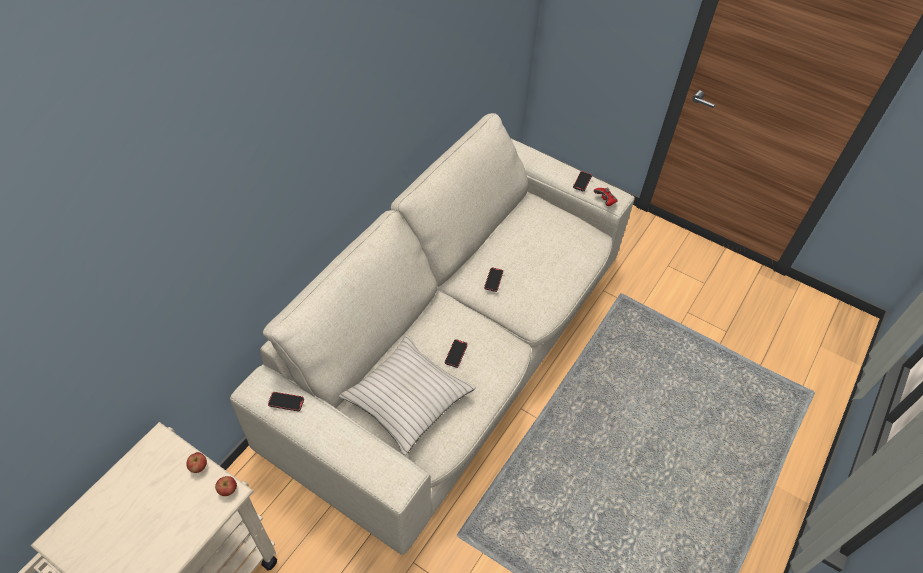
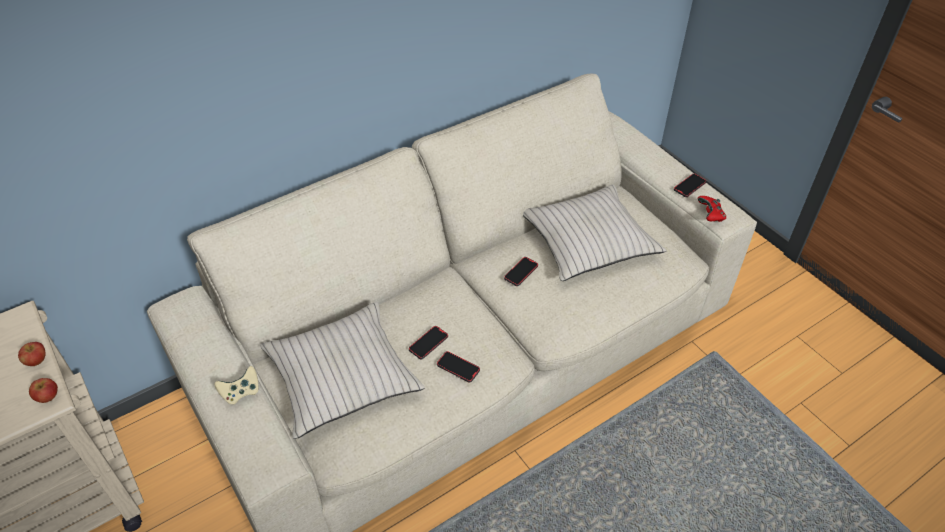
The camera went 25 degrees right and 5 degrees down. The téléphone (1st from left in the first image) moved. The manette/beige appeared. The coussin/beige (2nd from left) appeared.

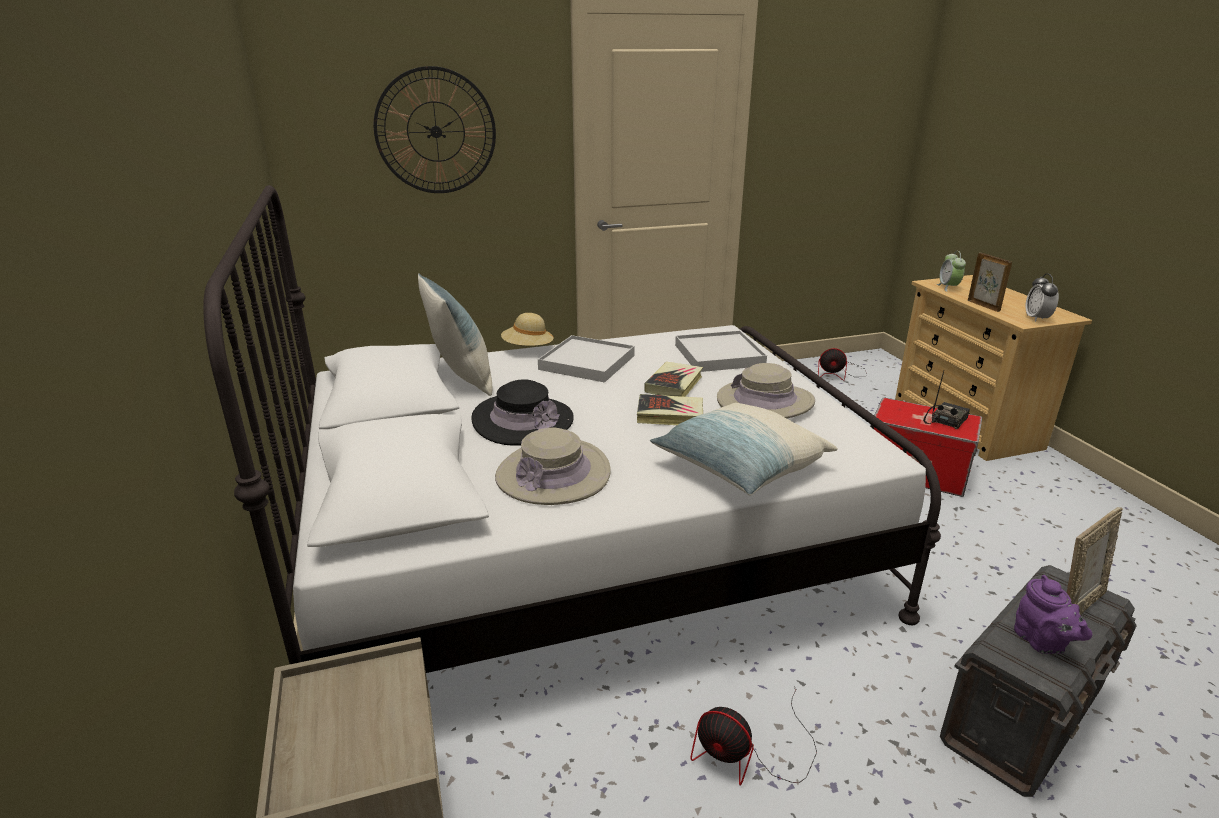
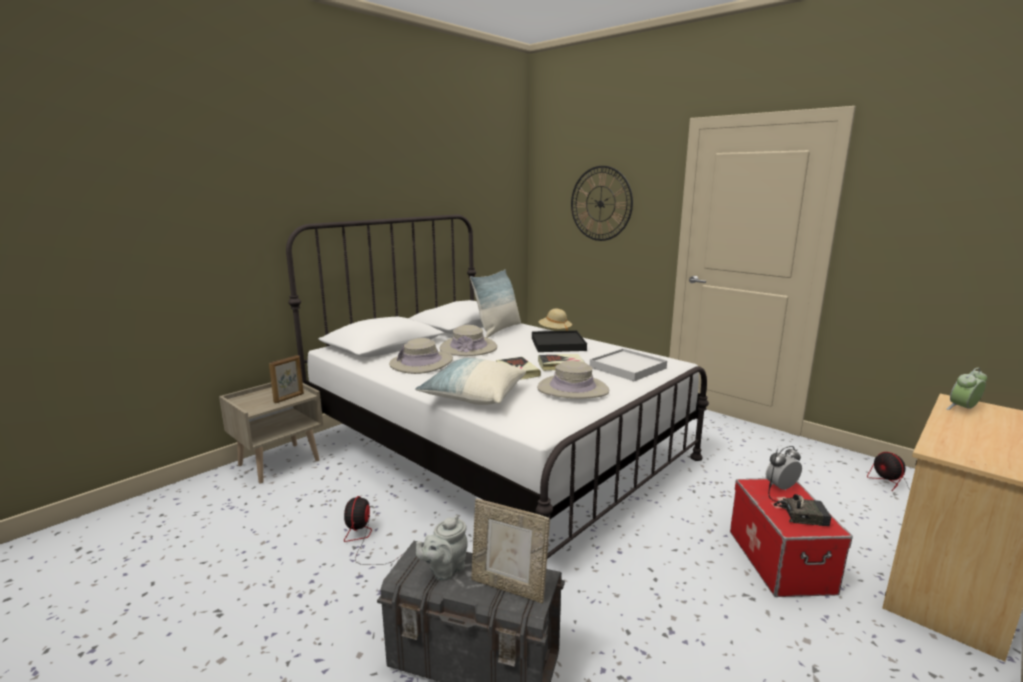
The camera went 60 degrees right and 10 degrees down. The chapeau/noir became the chapeau/beige (2nd from left). The plateau/blanc (1st from left) became the plateau/noir. The cadre photo (1st from left) moved. The théière/violet became the théière/gris. The réveil (2nd from left in the first image) moved.

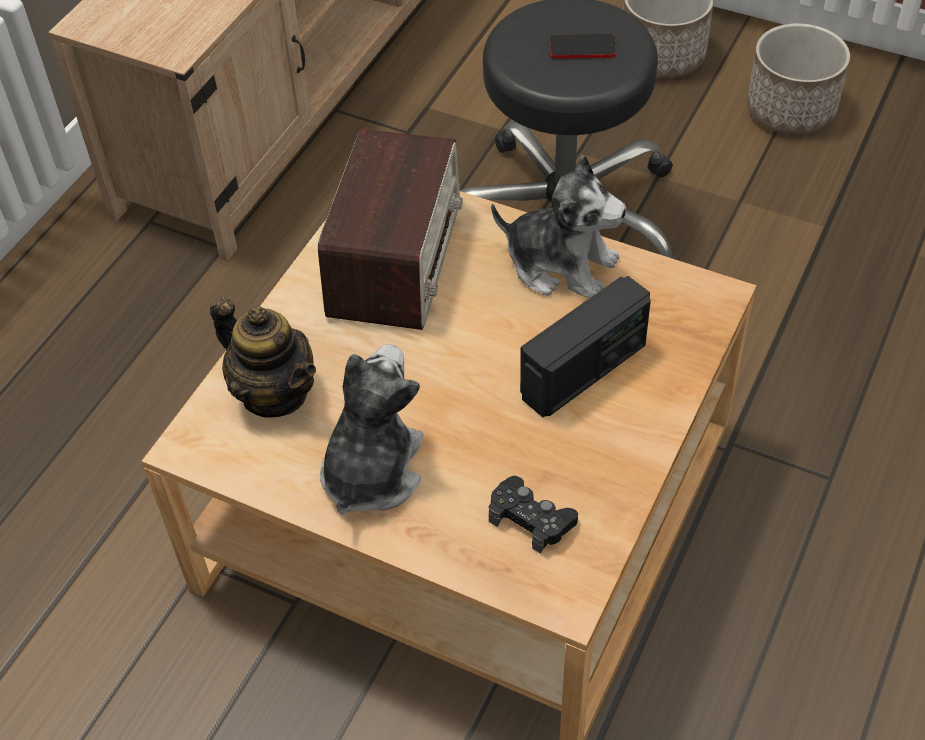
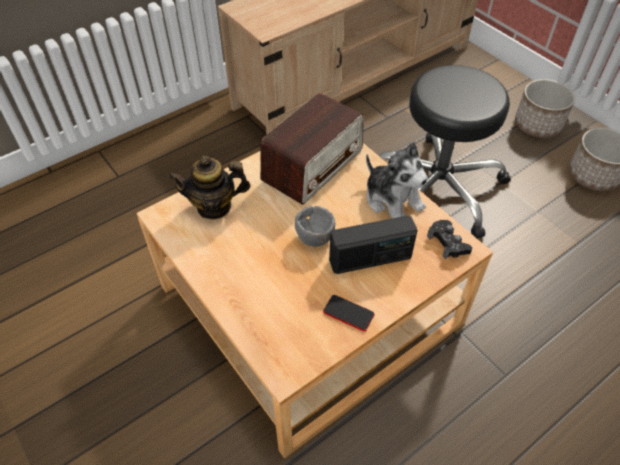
The camera went 25 degrees right and 0 degrees up. The théière turned 105 degrees clockwise. The peluche (1st from left) disappeared. The manette/noir moved. The téléphone moved. The bol/gris appeared.

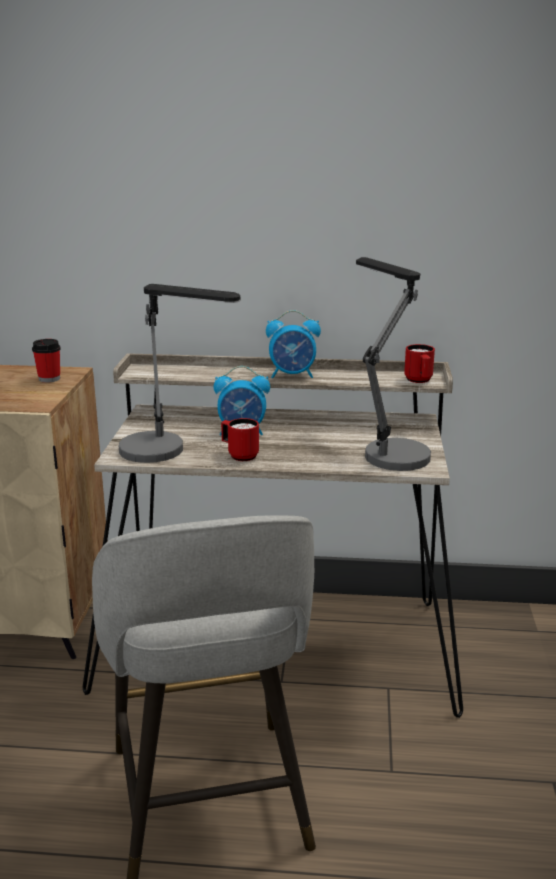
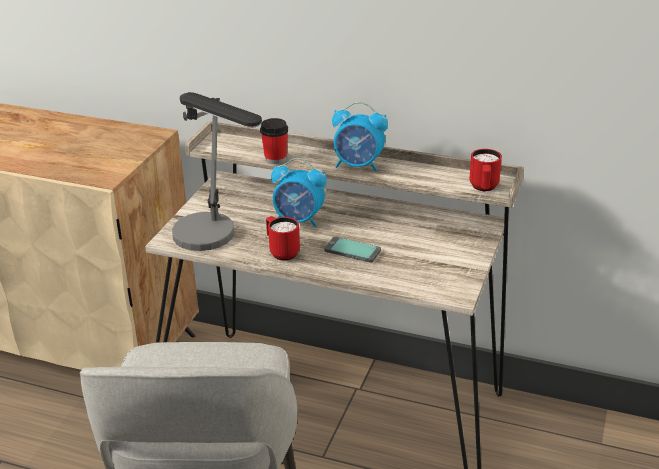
The camera went 15 degrees right and 10 degrees up. The tasse moved. The lampe de table (2nd from left) disappeared. The téléphone appeared.

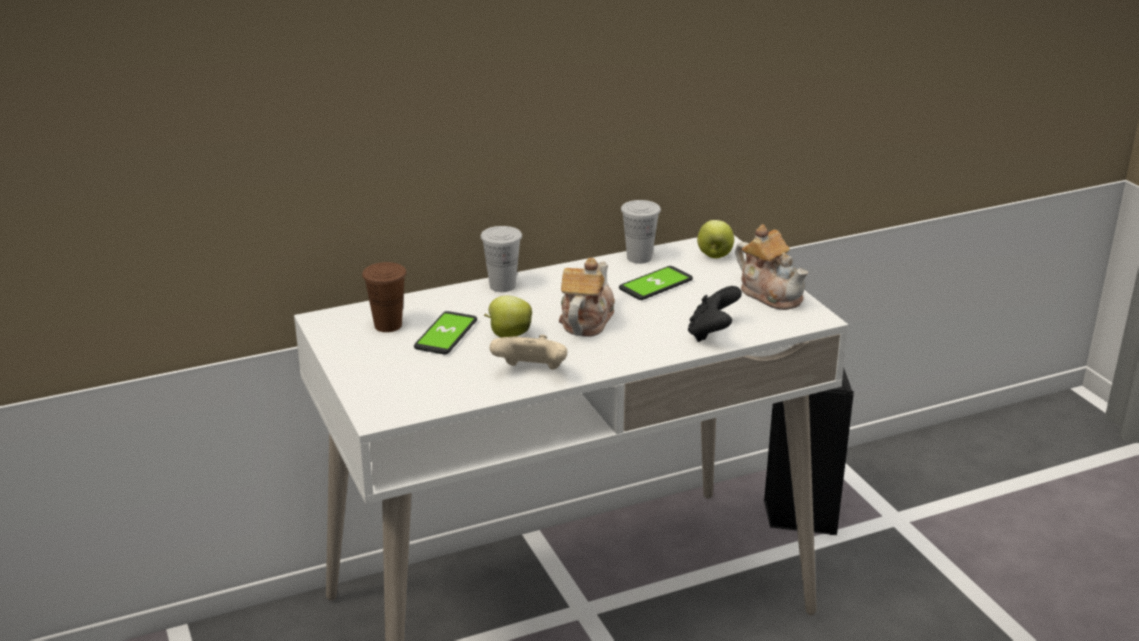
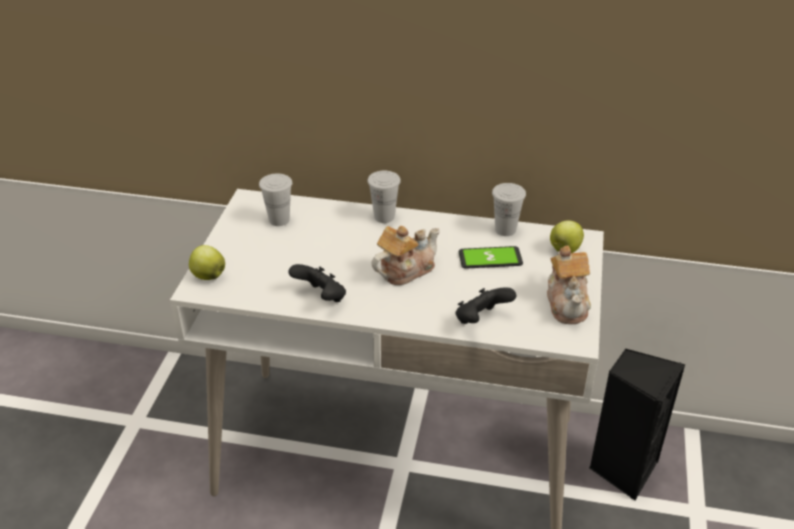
The camera went 35 degrees right and 10 degrees up. The tasse/marron became the tasse/blanc (1st from left). The téléphone (1st from left) disappeared. The pomme (1st from left) moved. The manette/beige became the manette/noir (1st from left).

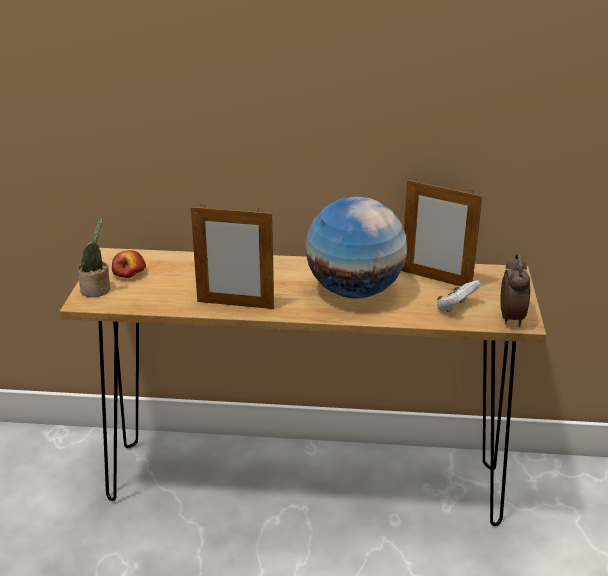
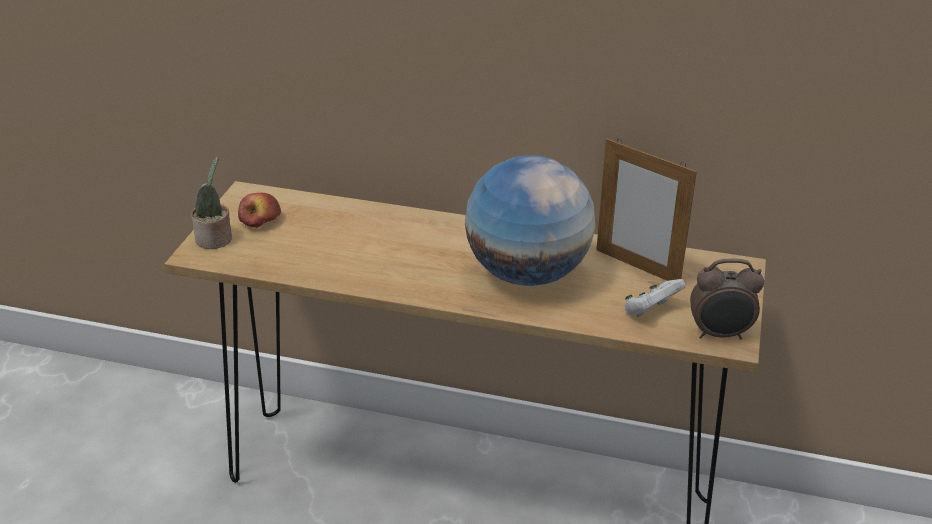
The camera went 10 degrees right and 5 degrees up. The cadre photo (1st from left) disappeared. The réveil turned 75 degrees clockwise.

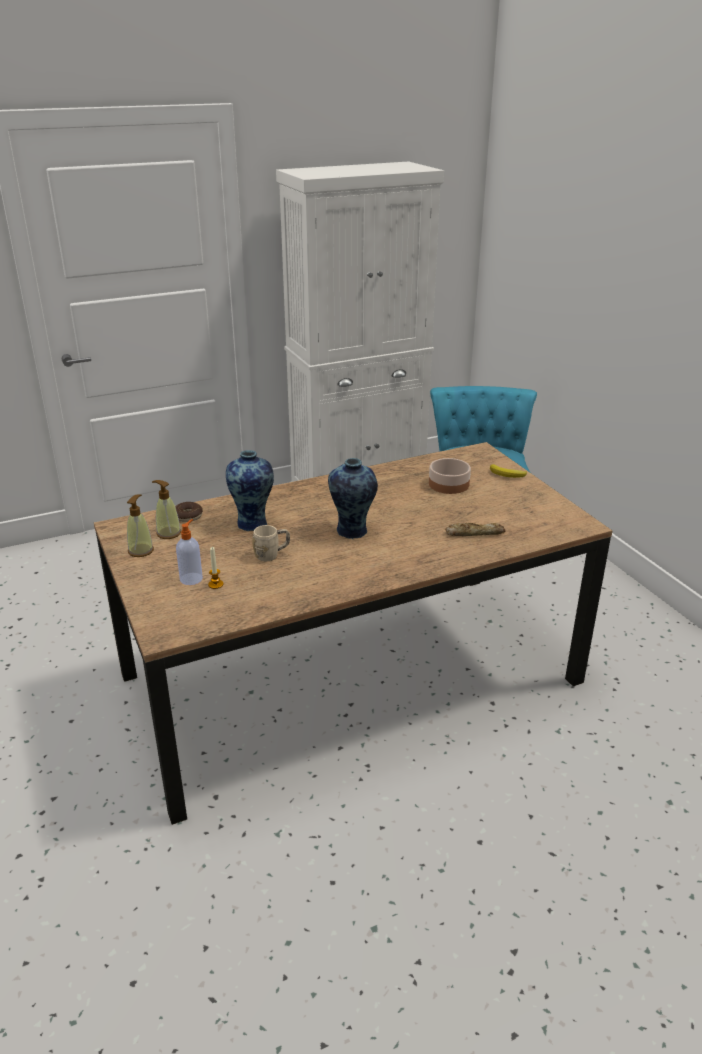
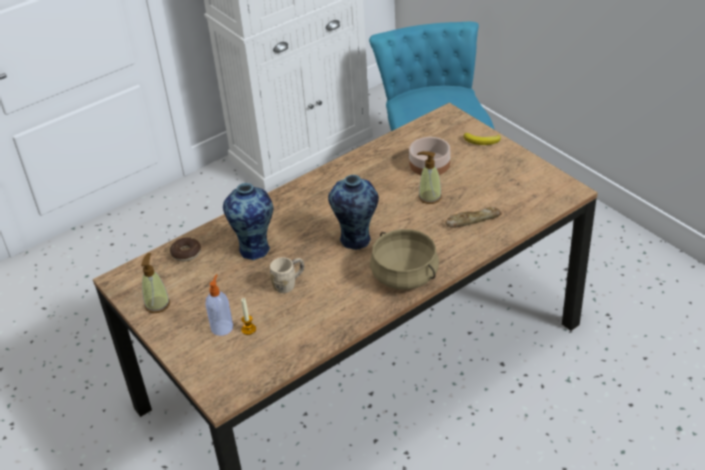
The camera went 10 degrees left and 10 degrees up. The distributeur de savon (2nd from left in the first image) moved. The marmite/beige appeared.

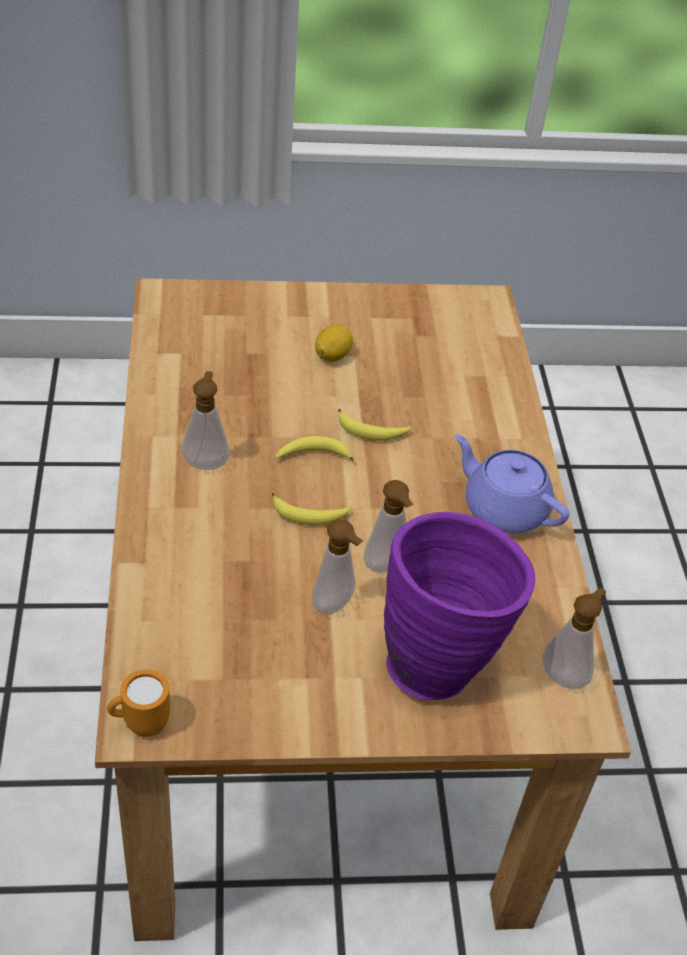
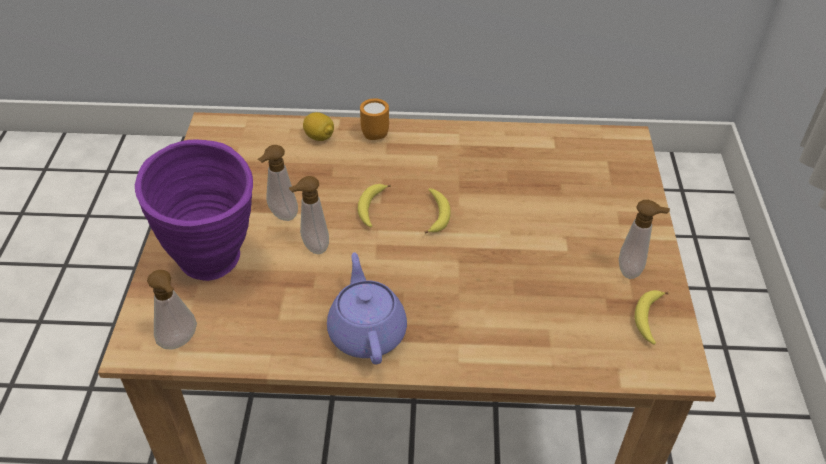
The camera went 100 degrees right and 0 degrees up. The mug/orange moved. The distributeur de savon (1st from left in the first image) moved. The citron moved. The banane (3rd from left) moved. The théière/violet turned 60 degrees counterclockwise.

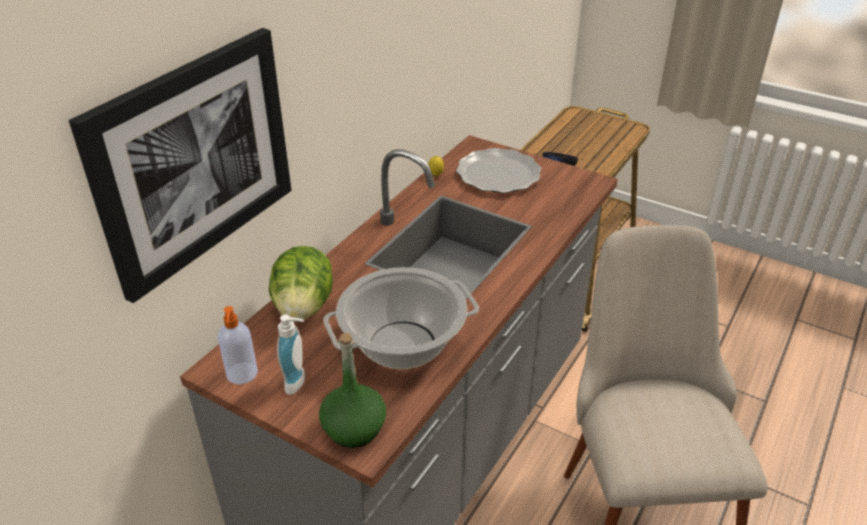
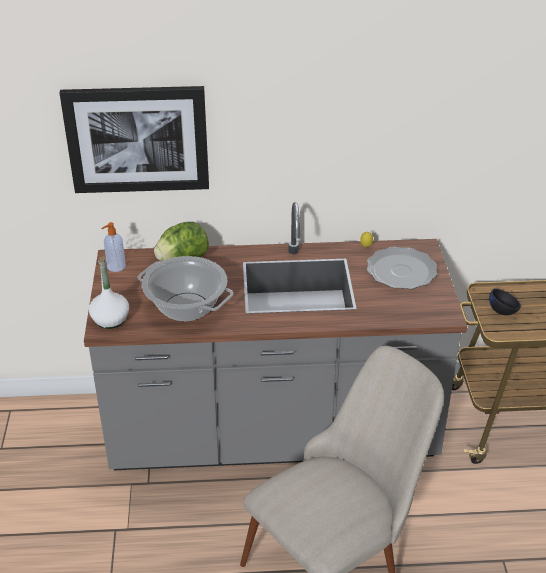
The camera went 55 degrees right and 0 degrees up. The distributeur de savon (2nd from left) disappeared. The bouteille/vert became the bouteille/blanc.

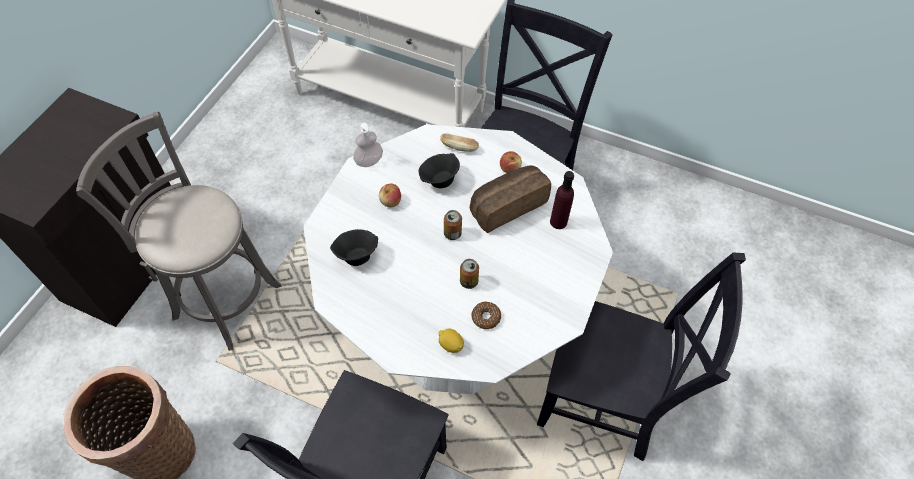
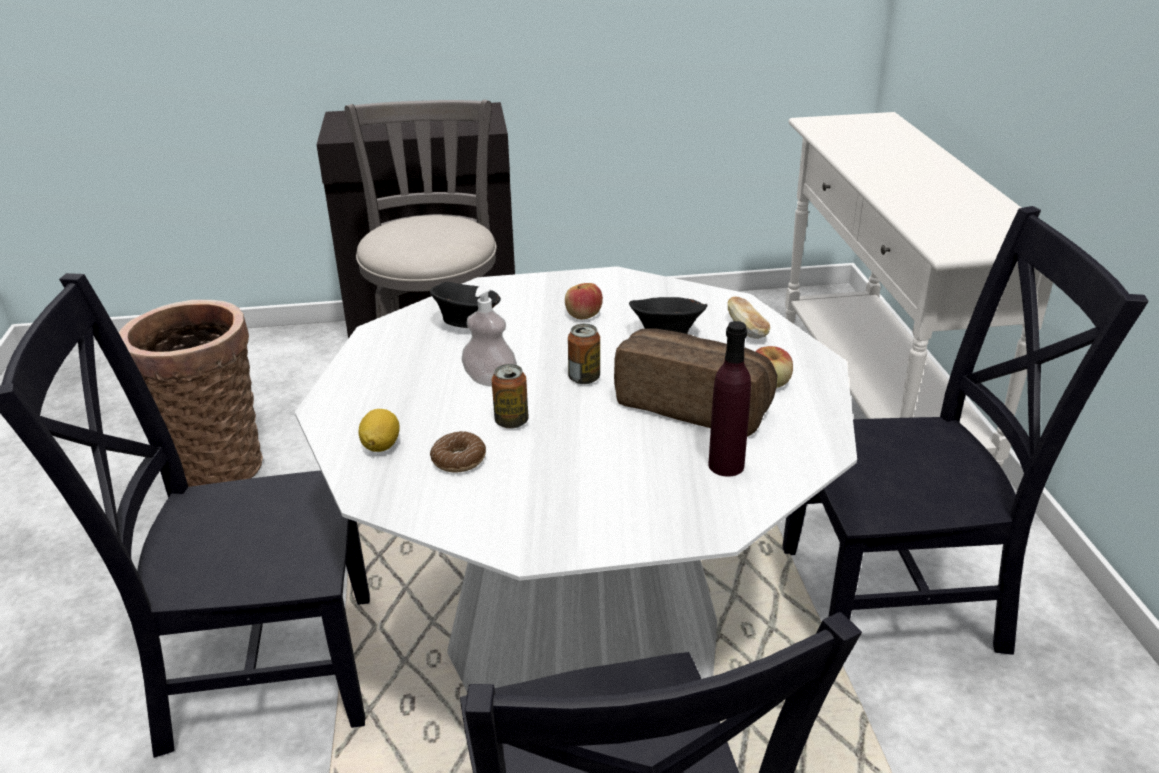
The camera went 60 degrees right and 25 degrees down. The distributeur de savon moved.

